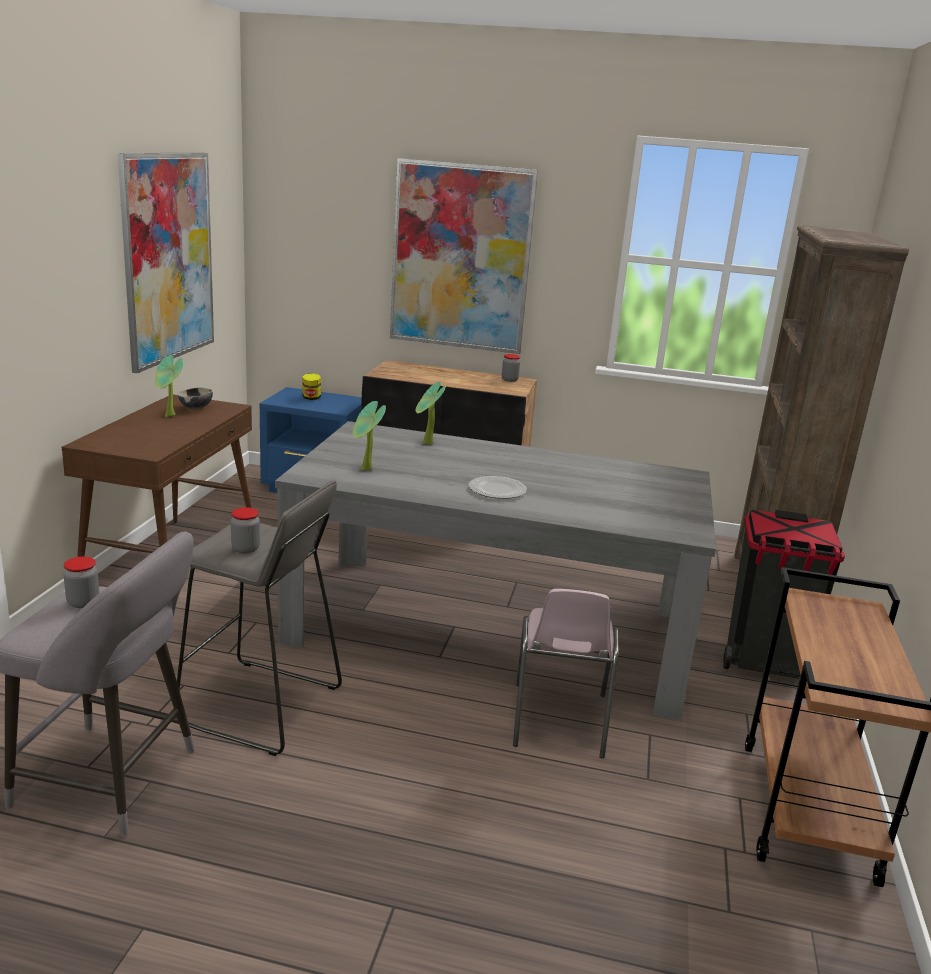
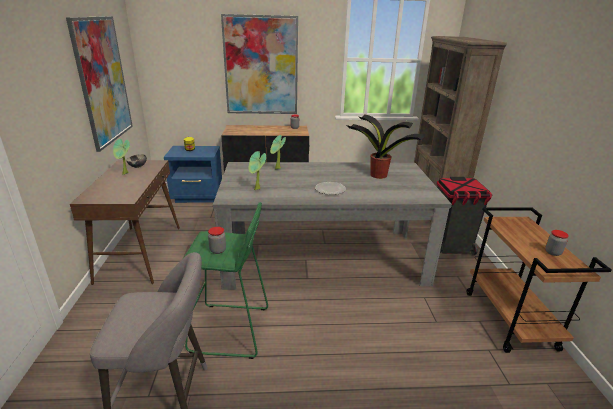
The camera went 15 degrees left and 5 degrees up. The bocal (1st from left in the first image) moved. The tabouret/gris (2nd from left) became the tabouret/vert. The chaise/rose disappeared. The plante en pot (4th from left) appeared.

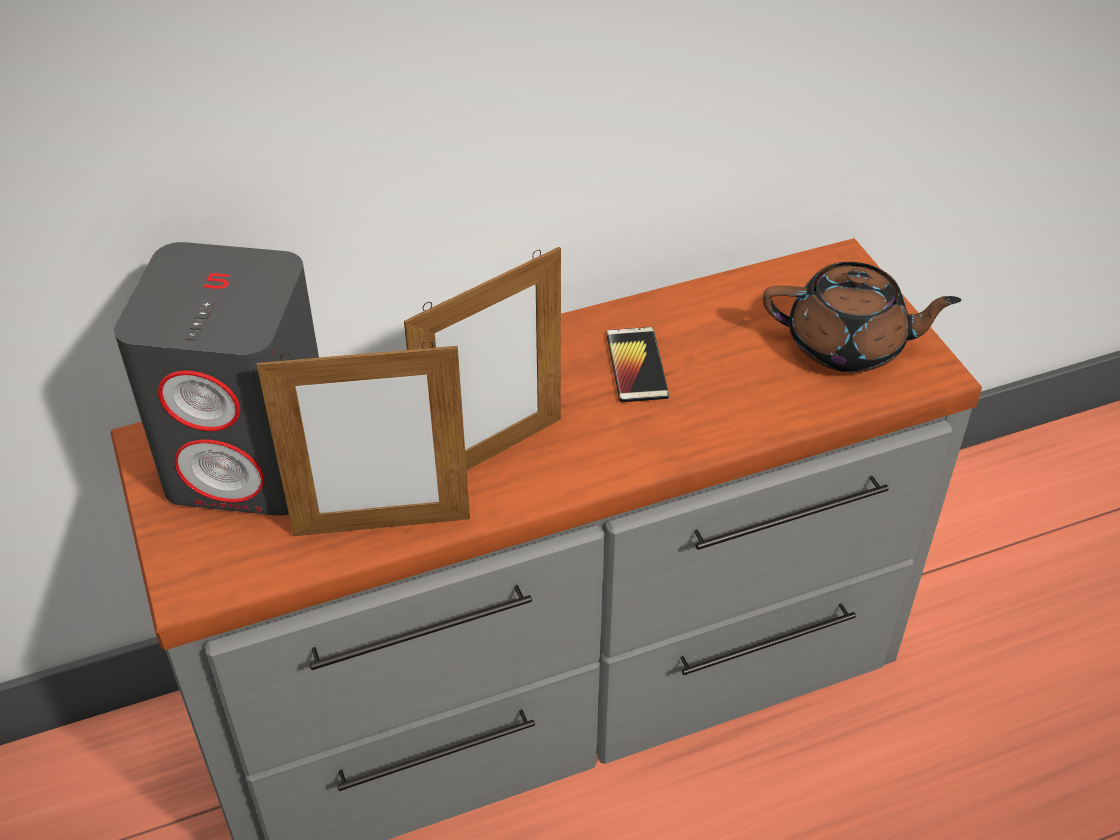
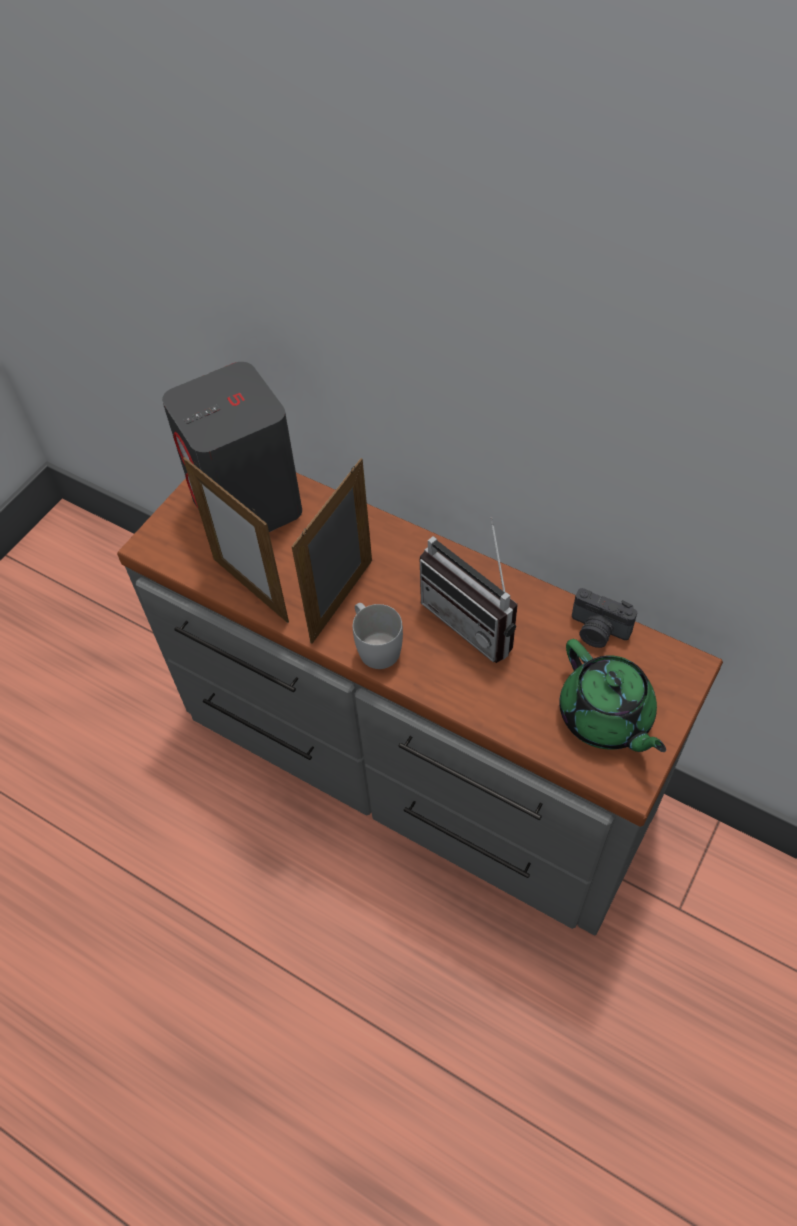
The camera went 55 degrees right and 10 degrees up. The cadre photo (2nd from left) turned 105 degrees clockwise. The téléphone was replaced by the radio. The théière/marron became the théière/vert. The mug/blanc appeared. The appareil photo appeared.

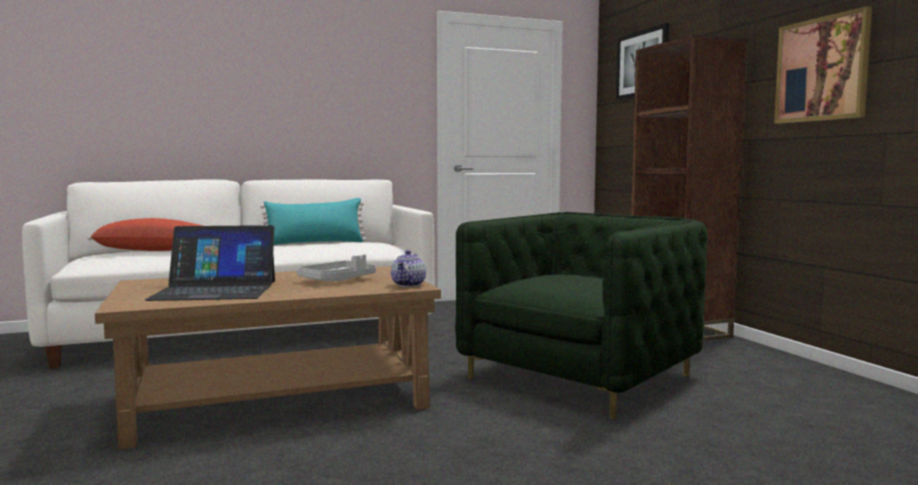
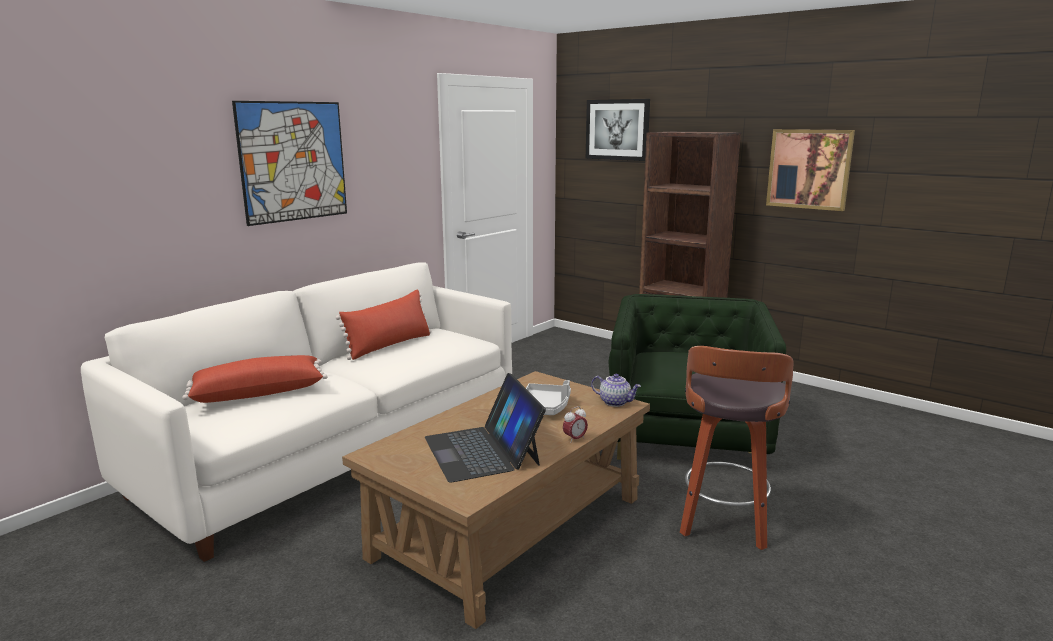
The camera went 30 degrees left and 10 degrees up. The ordinateur portable turned 105 degrees clockwise. The coussin/turquoise became the coussin/rouge (2nd from left). The théière turned 45 degrees counterclockwise. The tableau (1st from left) appeared. The réveil appeared. The tabouret appeared.

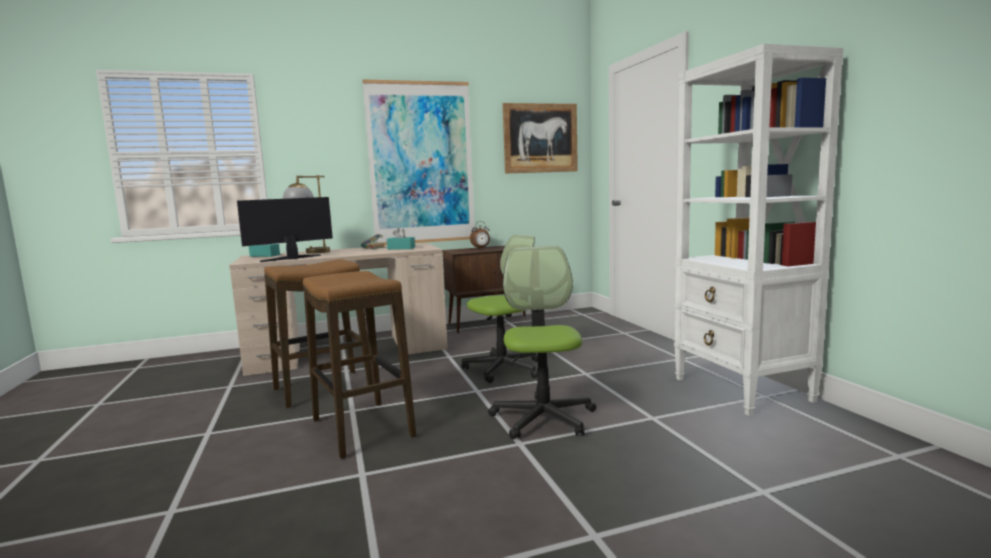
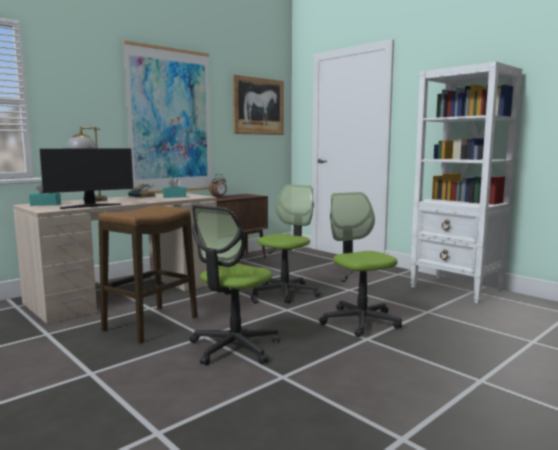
The camera went 25 degrees left and 0 degrees up. The écran d'ordinateur turned 150 degrees counterclockwise. The tabouret (2nd from left) was replaced by the chaise de bureau (1st from left).

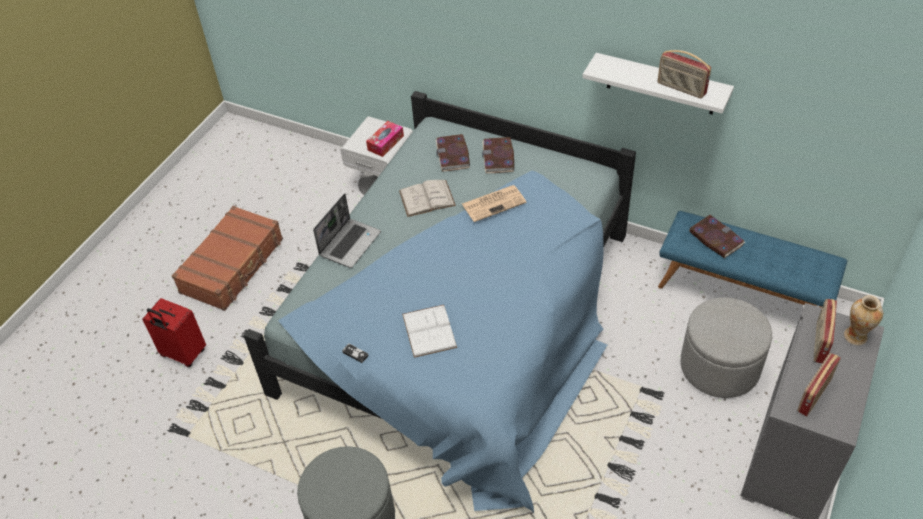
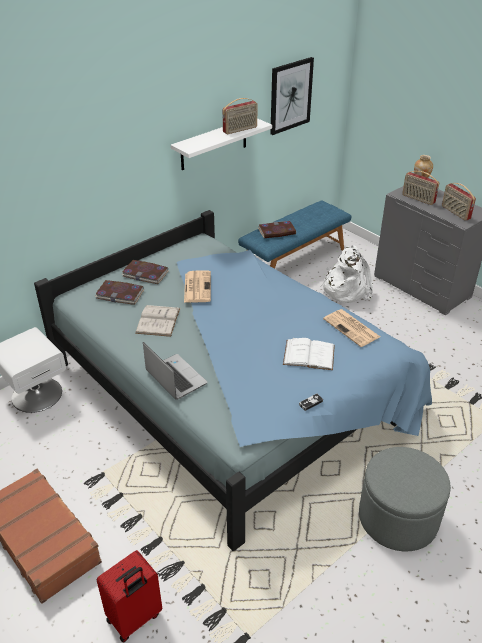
The camera went 70 degrees left and 10 degrees down. The boîte à mouchoirs disappeared. The pouf/gris (2nd from left) was replaced by the sac à dos/blanc. The tableau appeared. The journal (2nd from left) appeared.

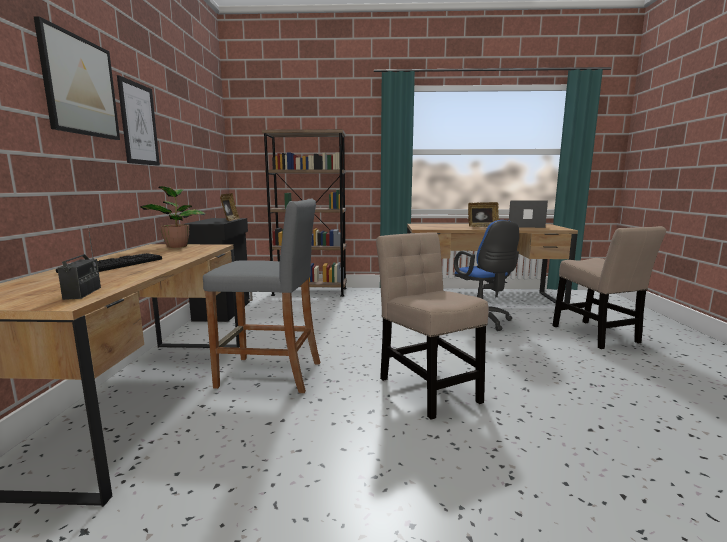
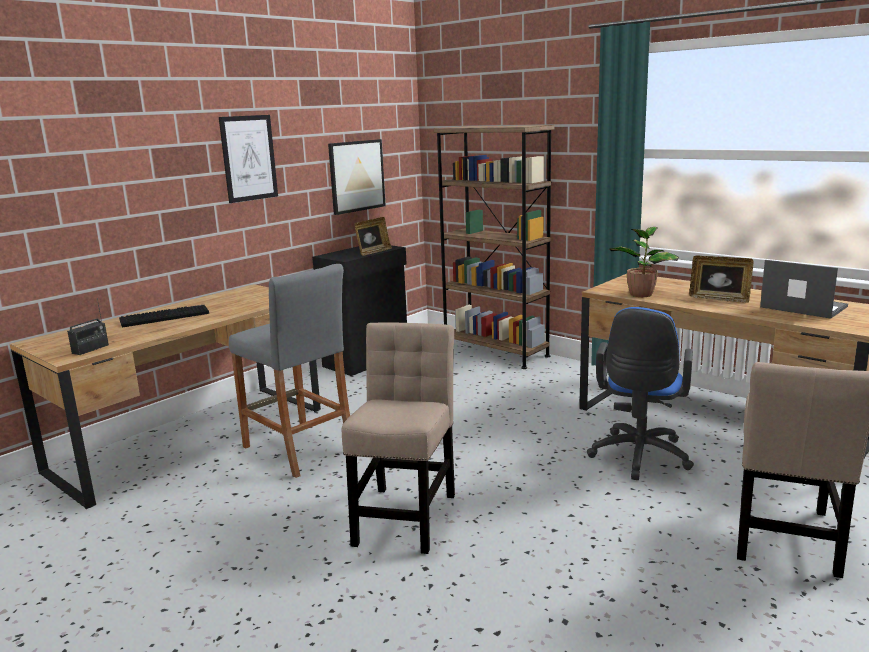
The camera went 40 degrees right and 5 degrees up. The tableau (1st from left in the first image) moved. The plante en pot moved.

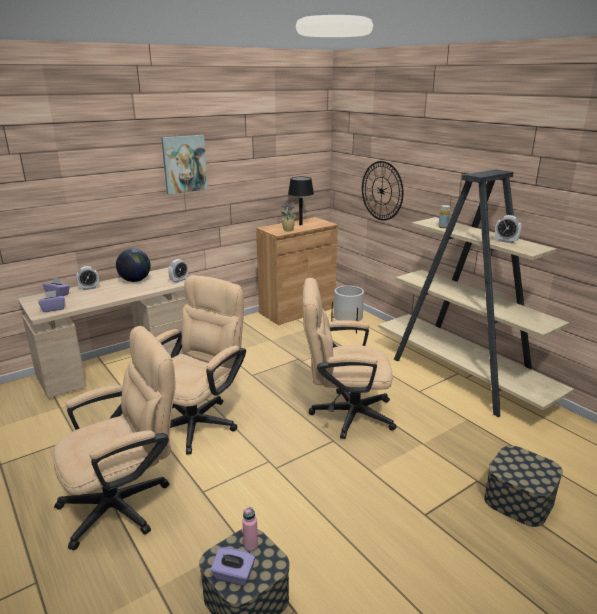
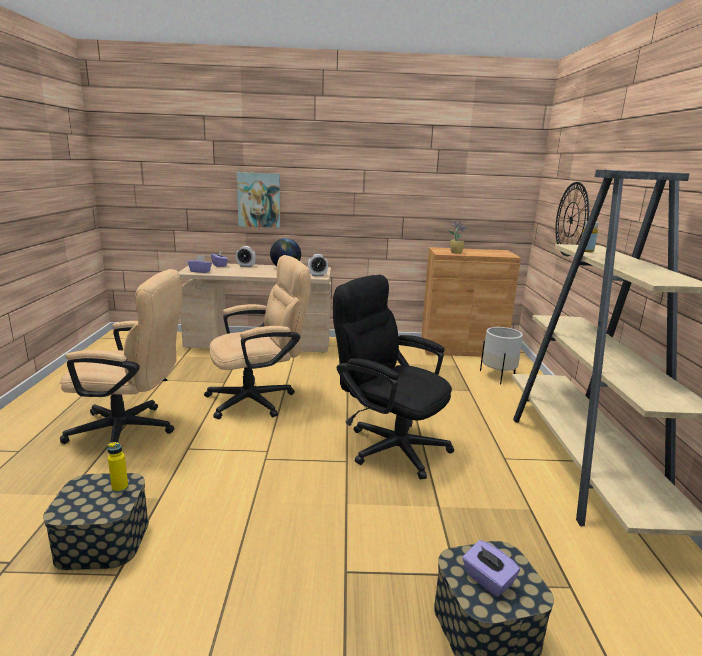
The camera went 35 degrees right and 5 degrees down. The tableau moved. The boîte à mouchoirs/violet (3rd from left) moved. The bouteille/rose became the bouteille/jaune (1st from left). The lampe de table/noir disappeared. The chaise de bureau/beige (3rd from left) became the chaise de bureau/noir. The réveil (3rd from left) disappeared.

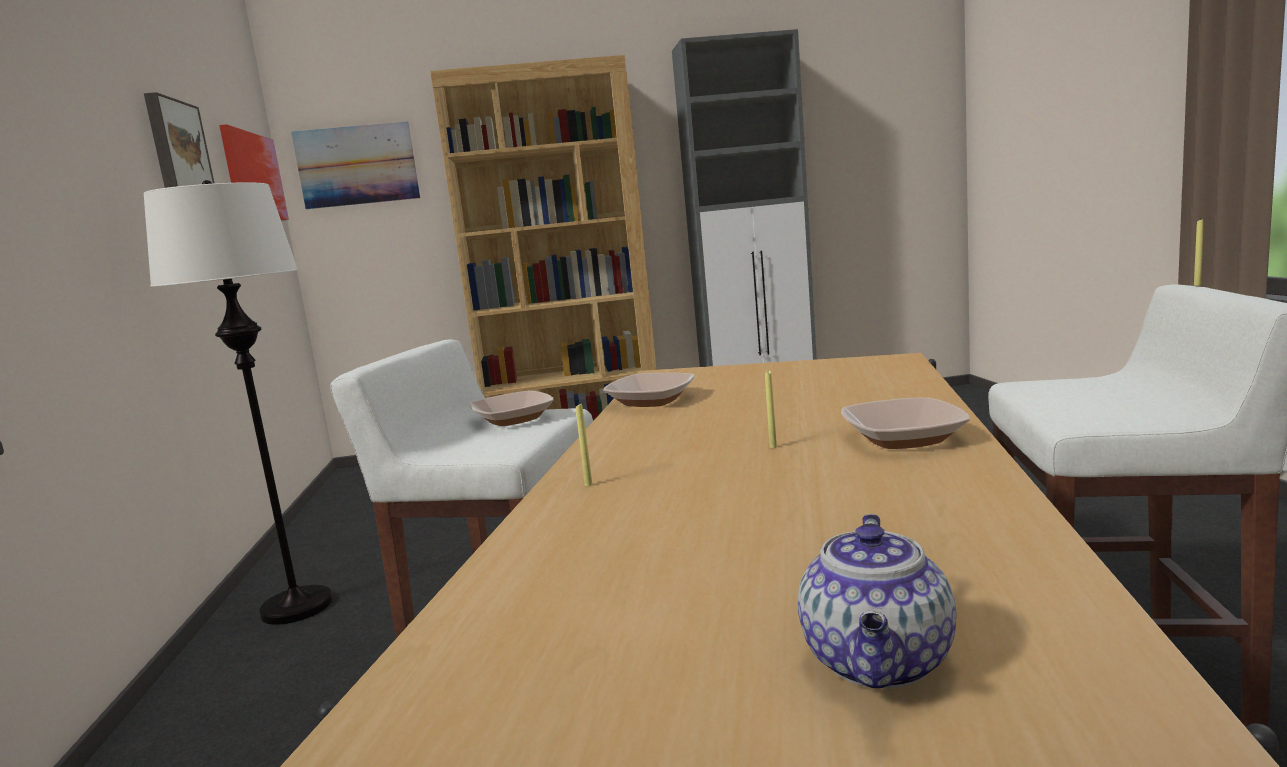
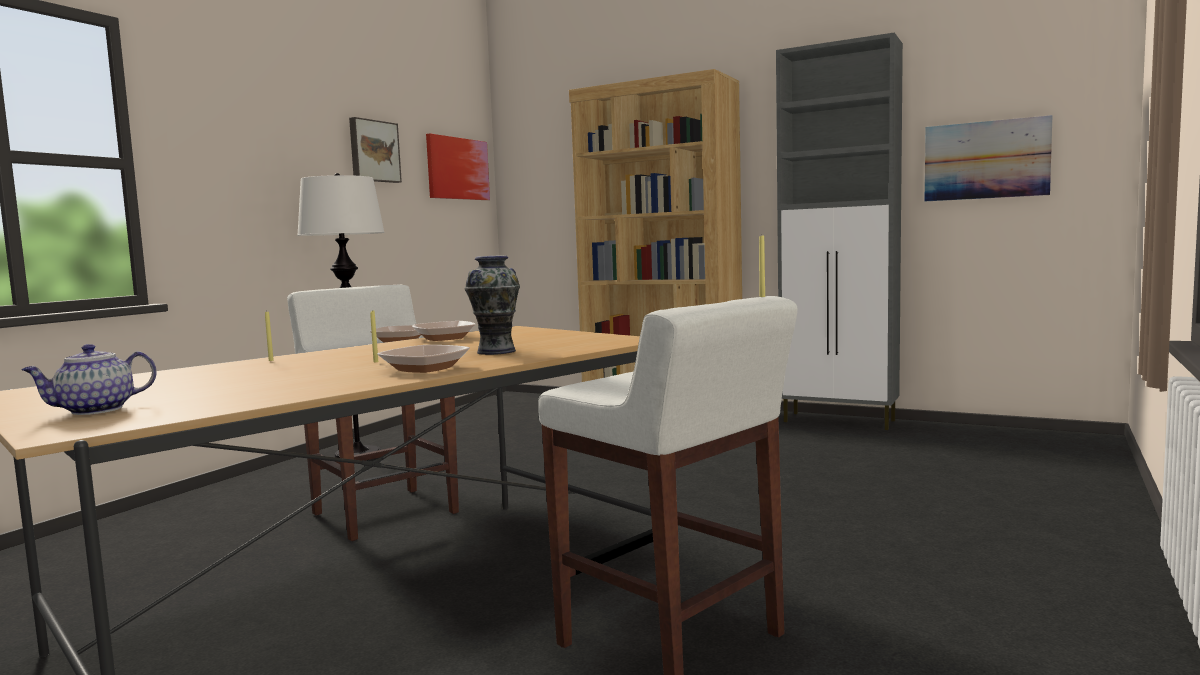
The camera went 35 degrees right and 5 degrees down. The tableau (3rd from left) moved. The vase appeared.

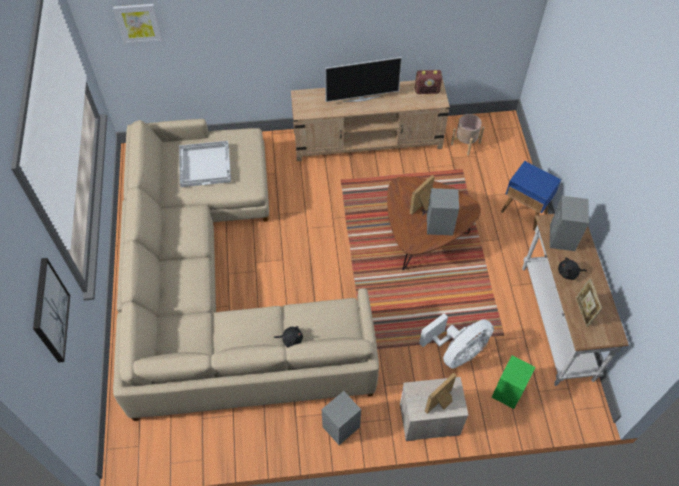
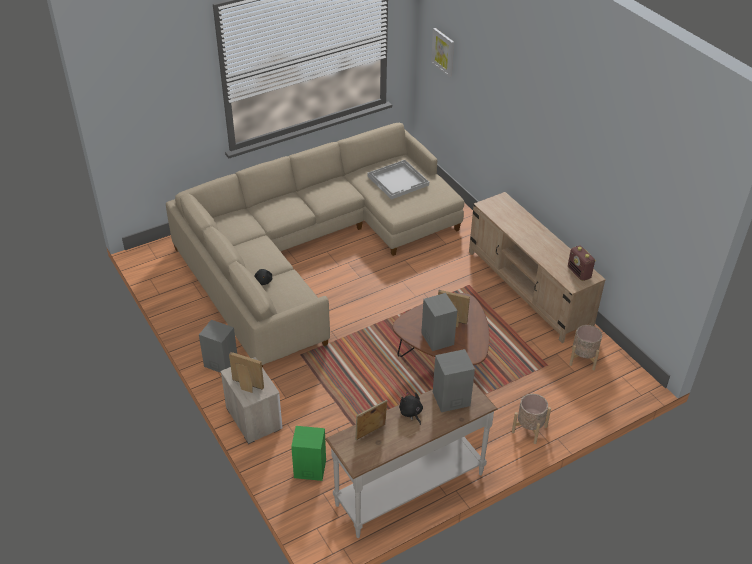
The camera went 65 degrees right and 15 degrees down. The tableau (1st from left) disappeared. The téléviseur disappeared. The ventilateur/blanc disappeared. The table d'appoint/bleu was replaced by the cache-pot/beige (1st from left).

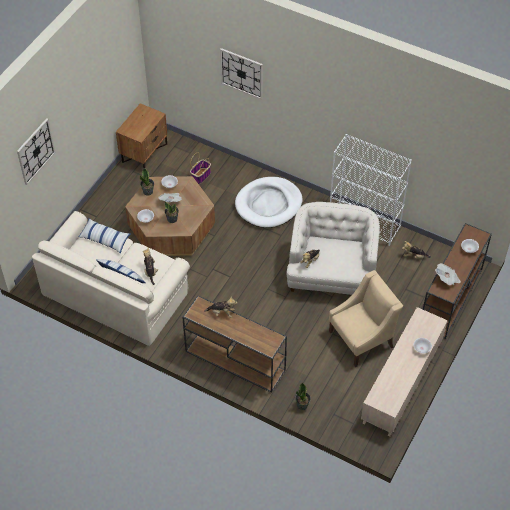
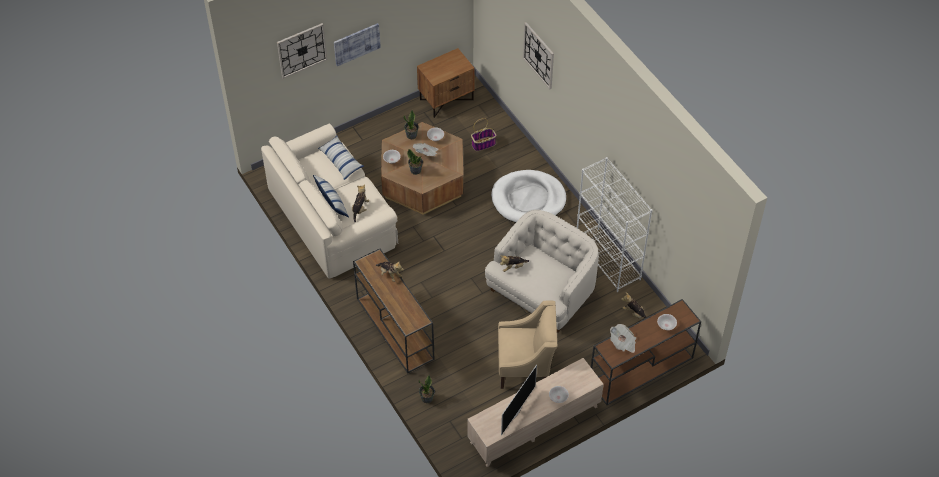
The camera went 30 degrees right and 0 degrees up. The tableau appeared. The téléviseur appeared.

